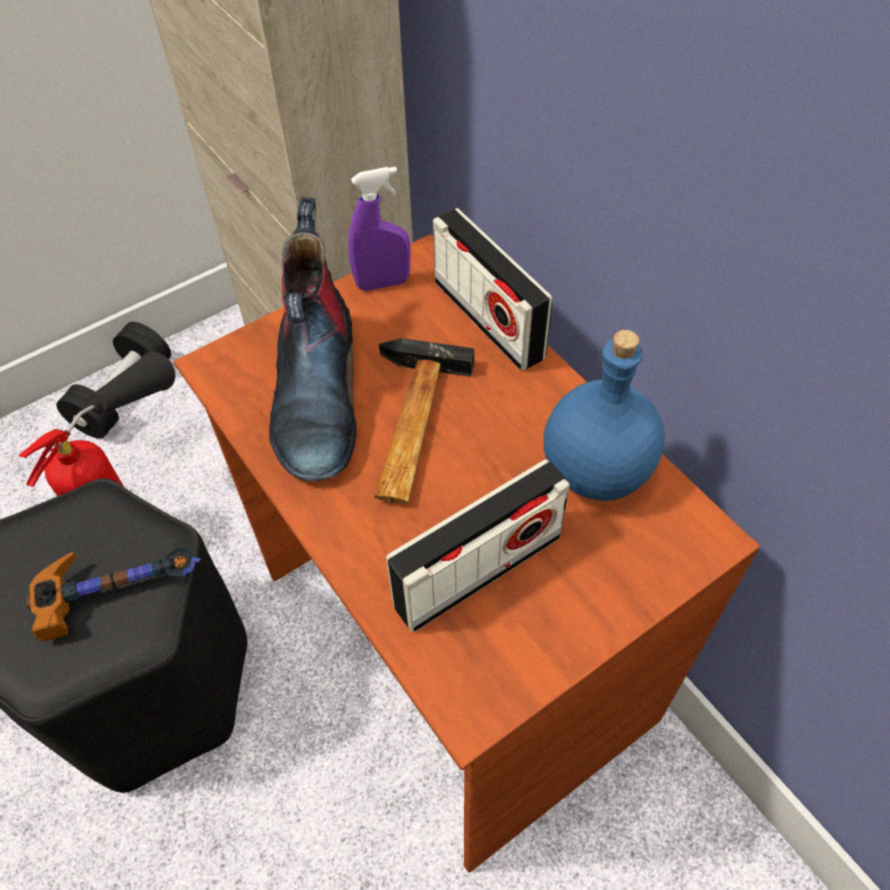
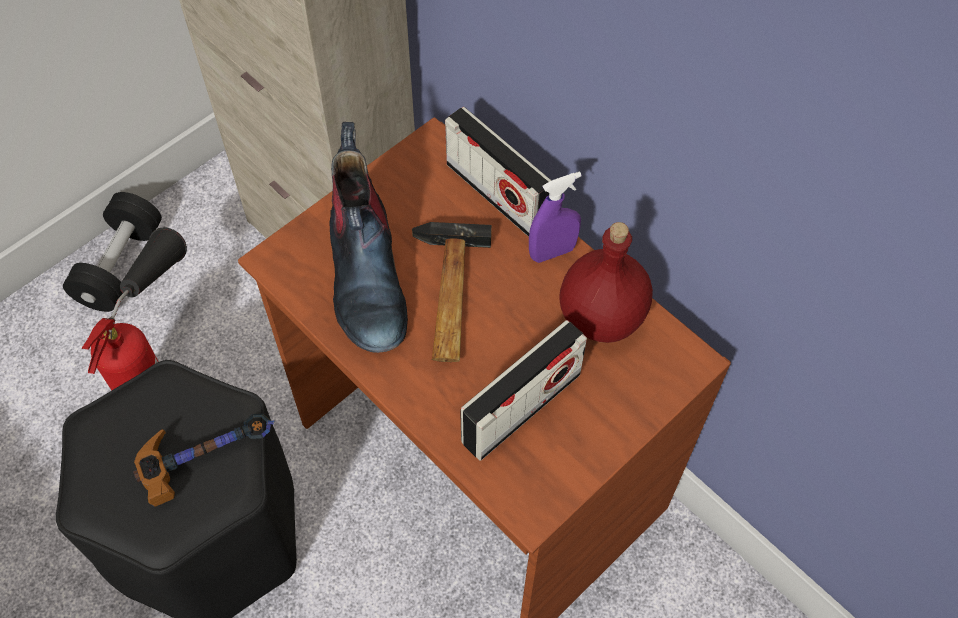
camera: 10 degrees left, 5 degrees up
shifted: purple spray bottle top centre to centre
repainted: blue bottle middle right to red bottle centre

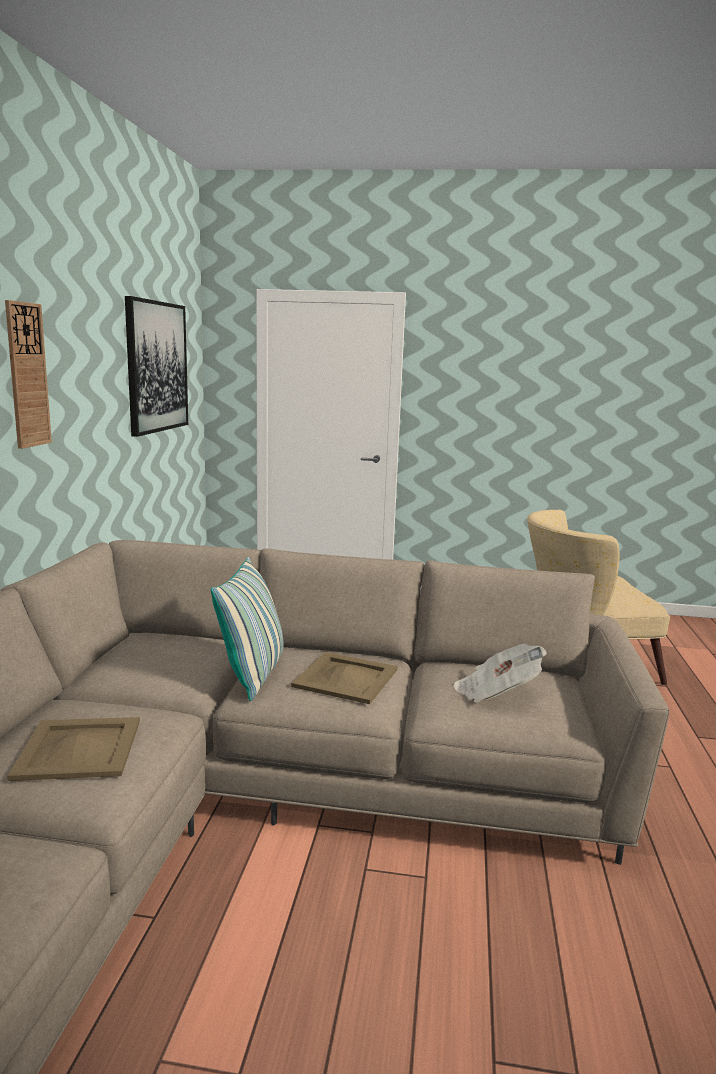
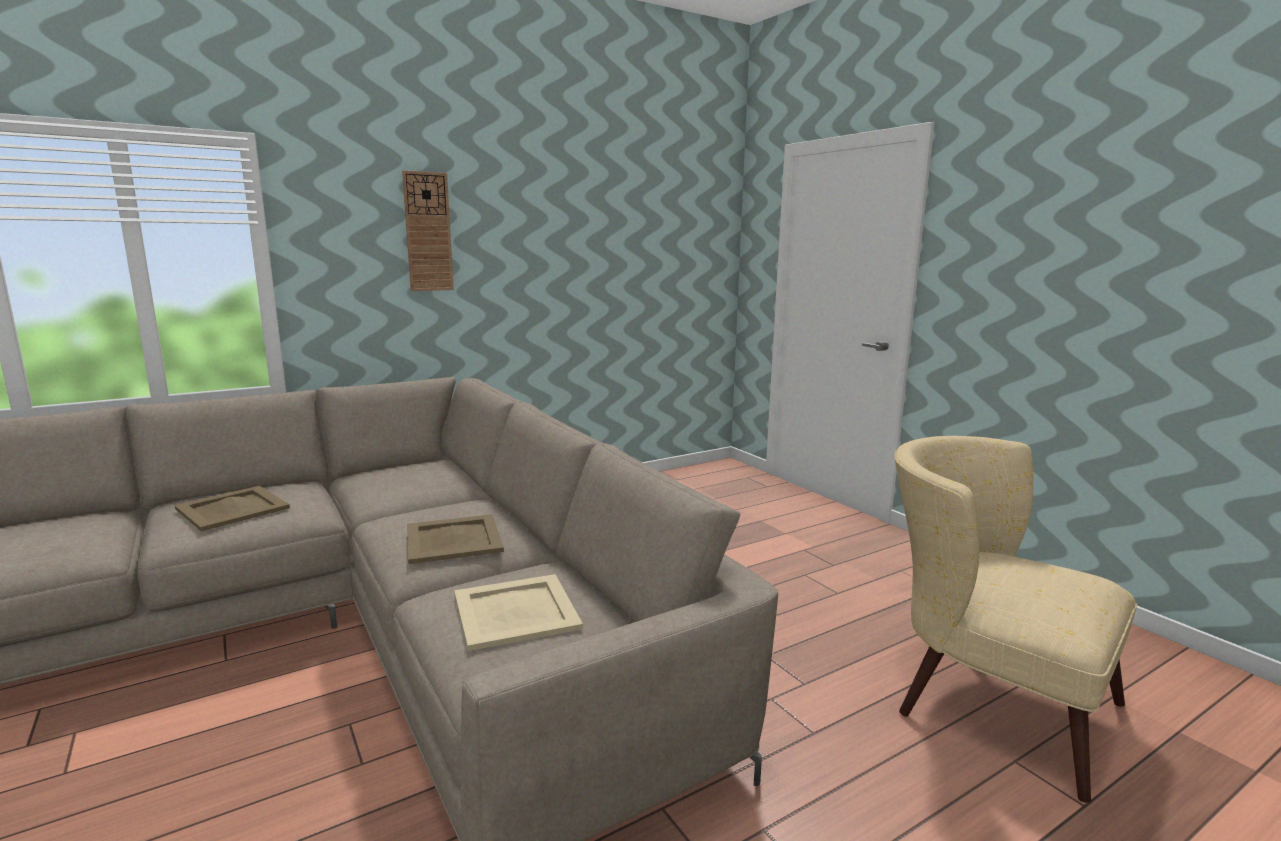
camera: 50 degrees right, 0 degrees up
gone: picture middle left; pillow centre
swapped: newspaper middle right to beige tray (no. 3 from left) bottom centre

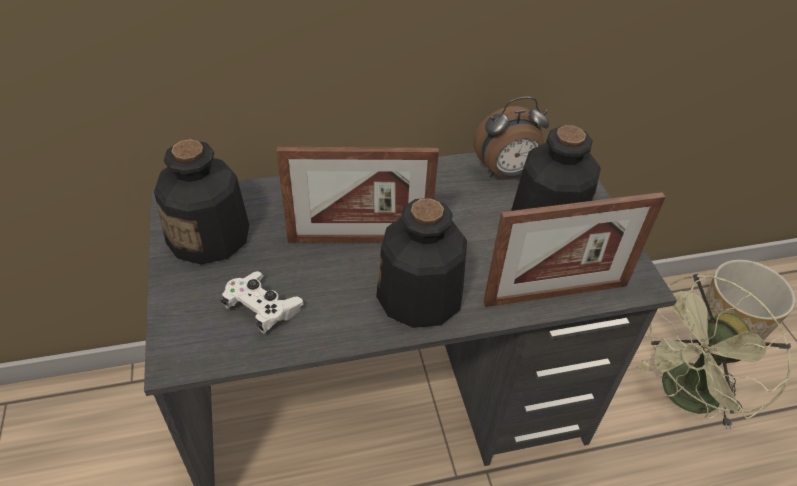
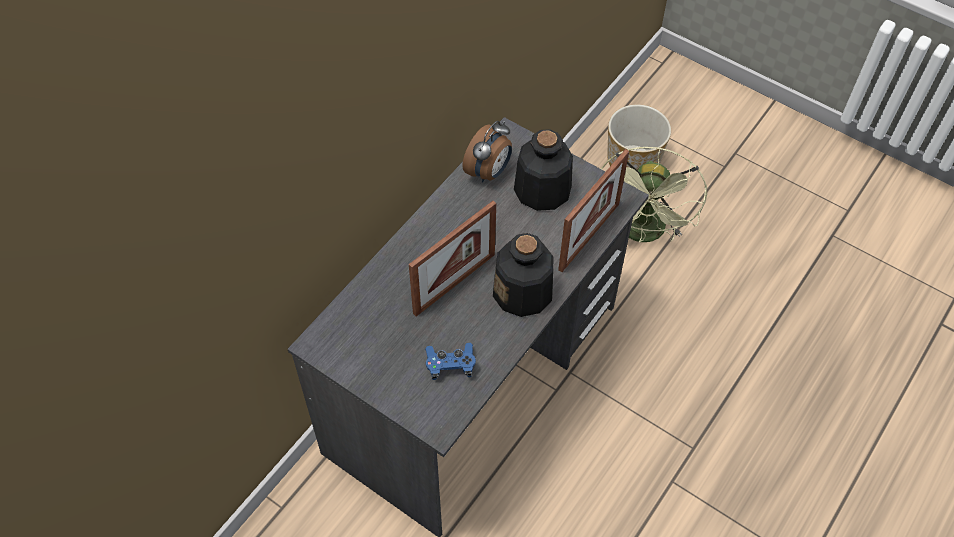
camera: 40 degrees left, 10 degrees up
gone: bottle (no. 1 from left) middle left
repainted: white game controller middle left to blue game controller bottom centre

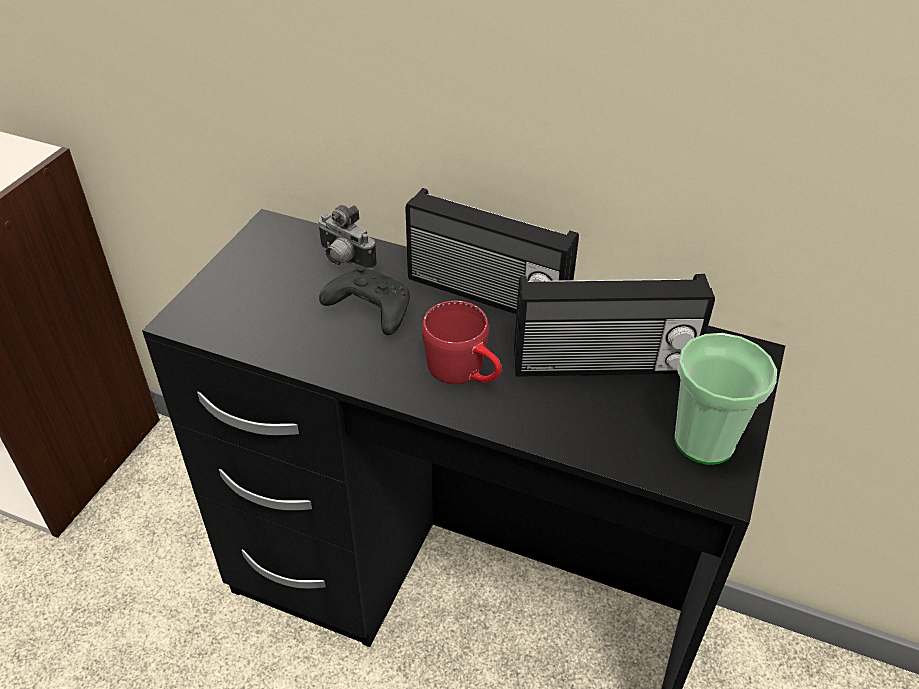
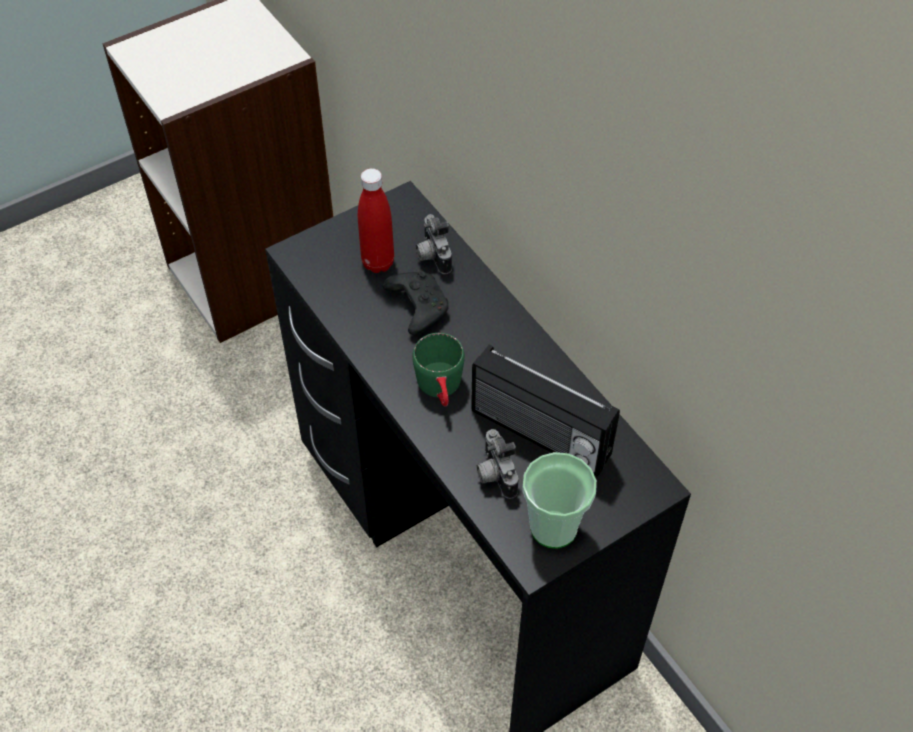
camera: 35 degrees right, 10 degrees up
gone: radio (no. 1 from left) centre
new: red bottle top centre; photo camera (no. 2 from left) centre
repainted: red mug centre to green mug centre

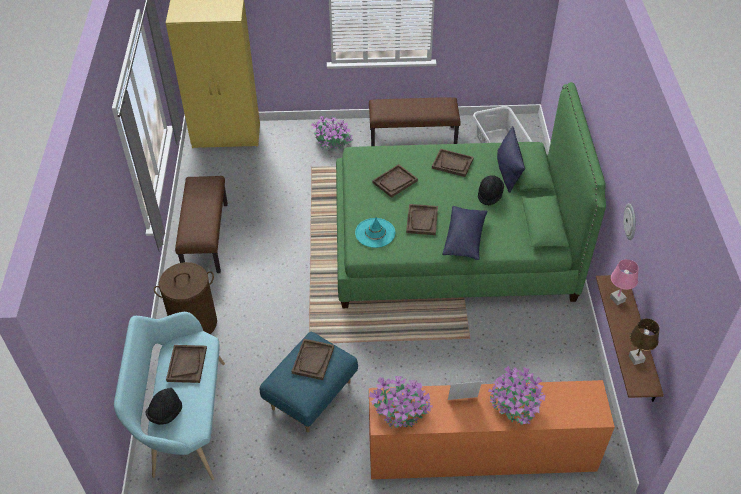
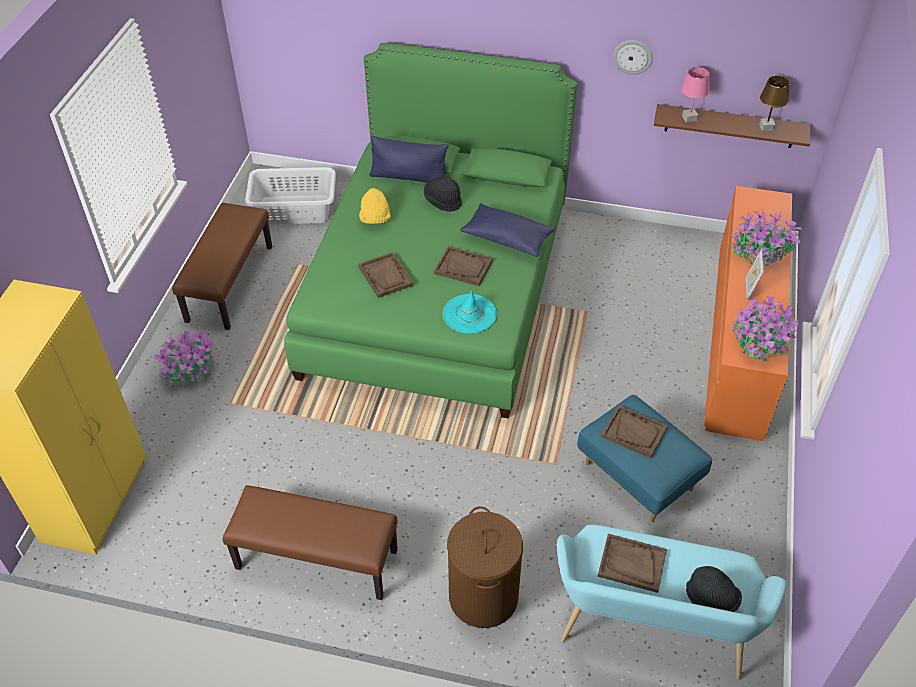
camera: 75 degrees left, 0 degrees up
swapped: brown tray (no. 5 from left) top centre to yellow hat top centre

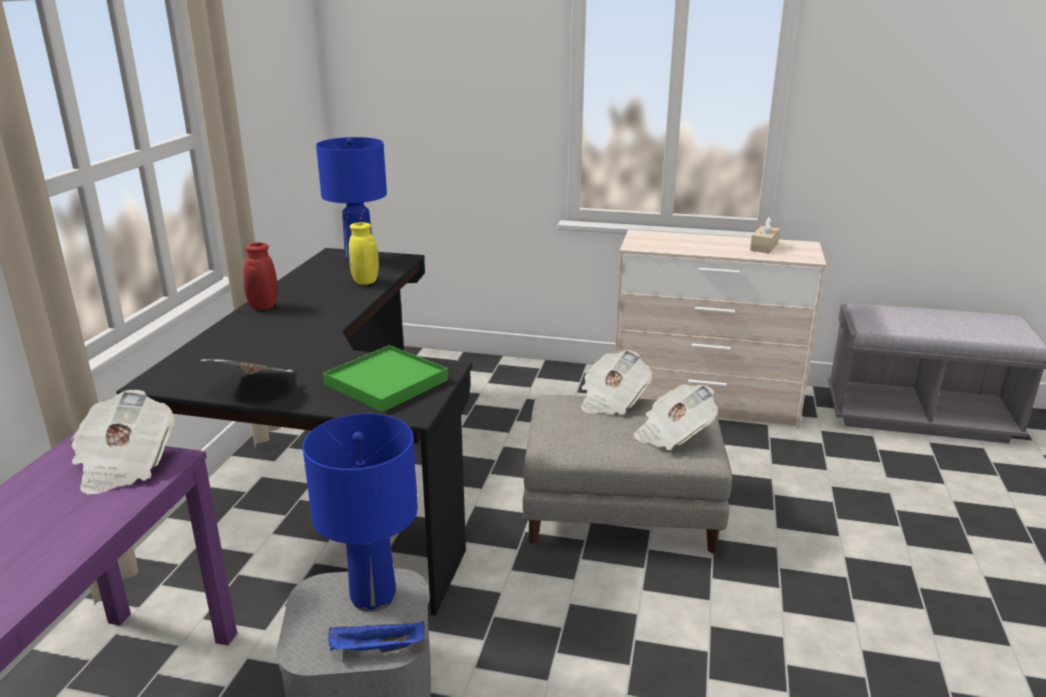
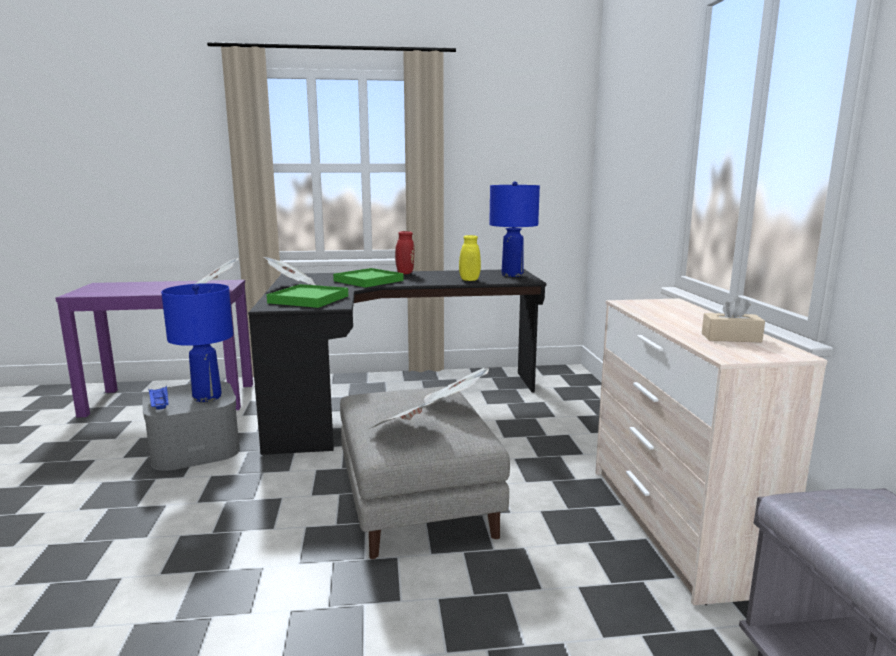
camera: 70 degrees right, 10 degrees down
new: green tray (no. 2 from left) centre

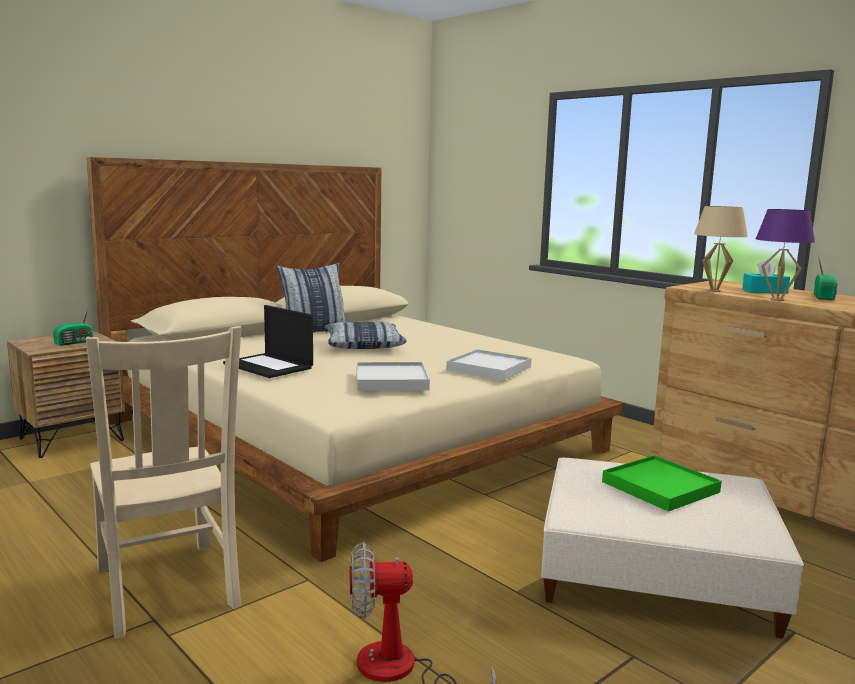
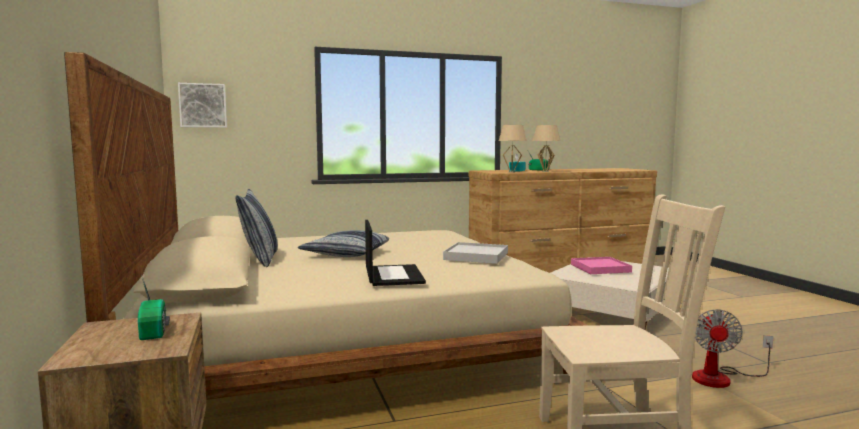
camera: 65 degrees left, 5 degrees down
gone: white tray (no. 2 from left) centre
new: picture top left
repainted: purple table lamp middle right to beige table lamp (no. 2 from left) centre; green tray bottom right to pink tray middle right
rotated: laptop middle left = centre 75 degrees counterclockwise

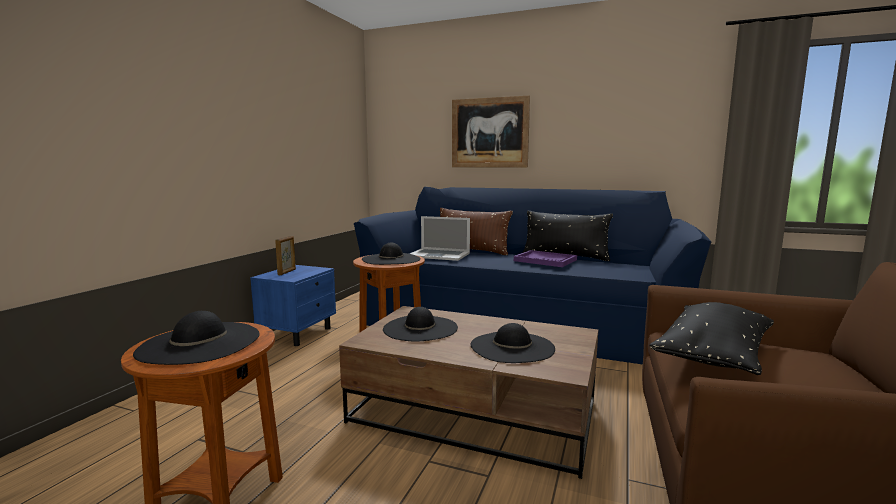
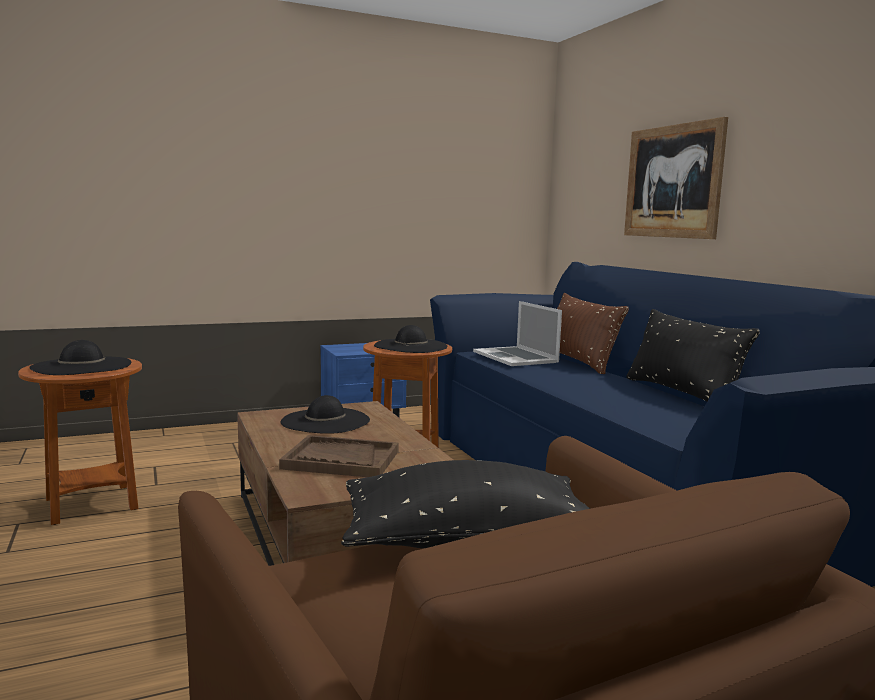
camera: 45 degrees right, 0 degrees up
gone: picture frame middle left; purple tray centre
swapped: black hat (no. 4 from left) bottom centre to brown tray centre

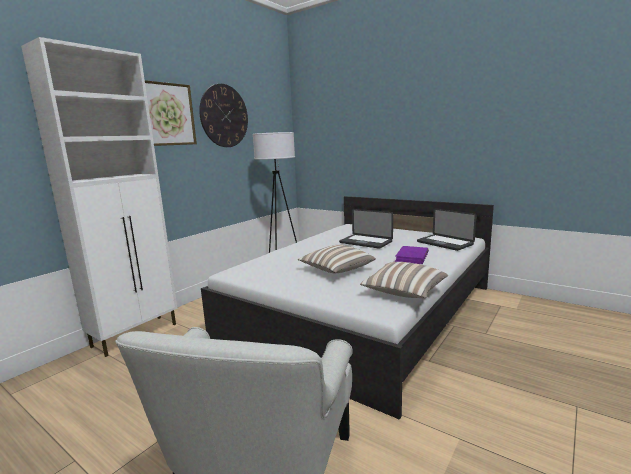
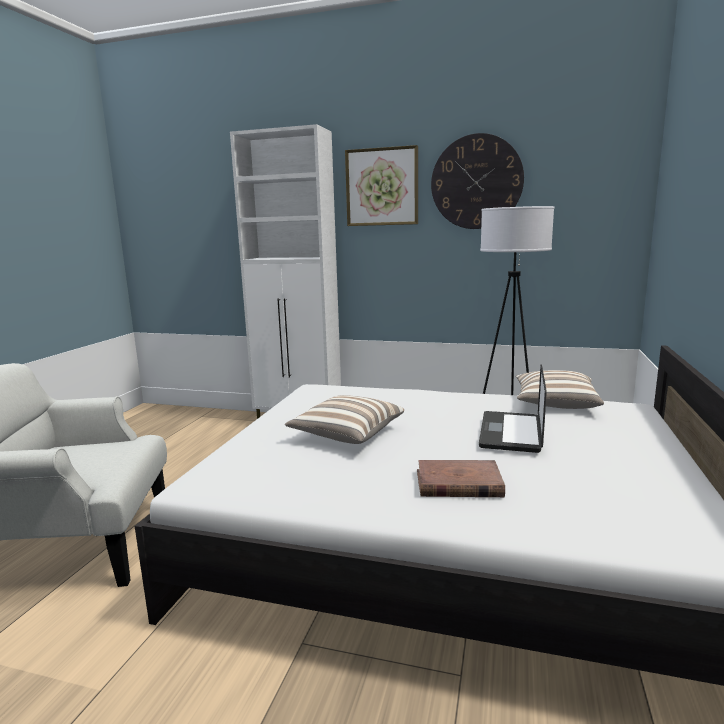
camera: 70 degrees right, 0 degrees up
gone: laptop (no. 2 from left) middle right
shifted: pillow (no. 2 from left) centre to middle right
repainted: purple book centre to brown book centre

